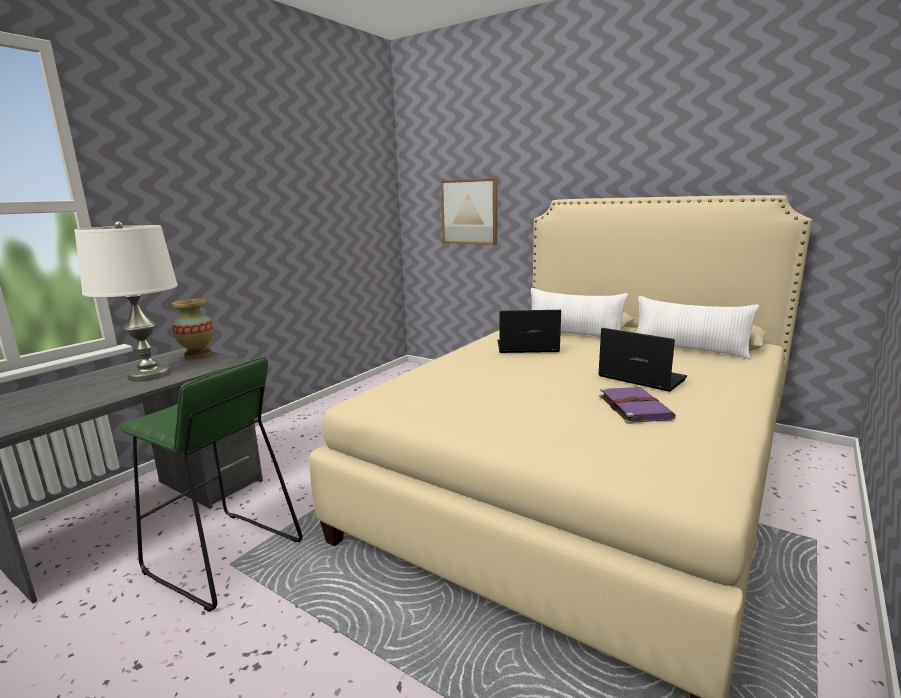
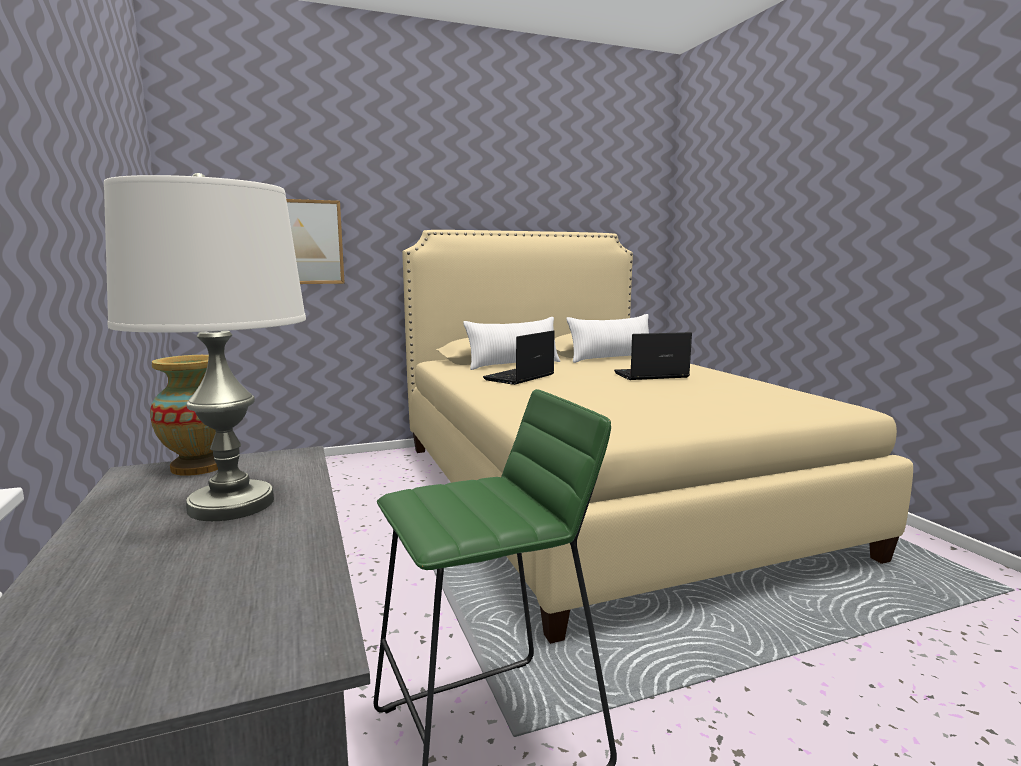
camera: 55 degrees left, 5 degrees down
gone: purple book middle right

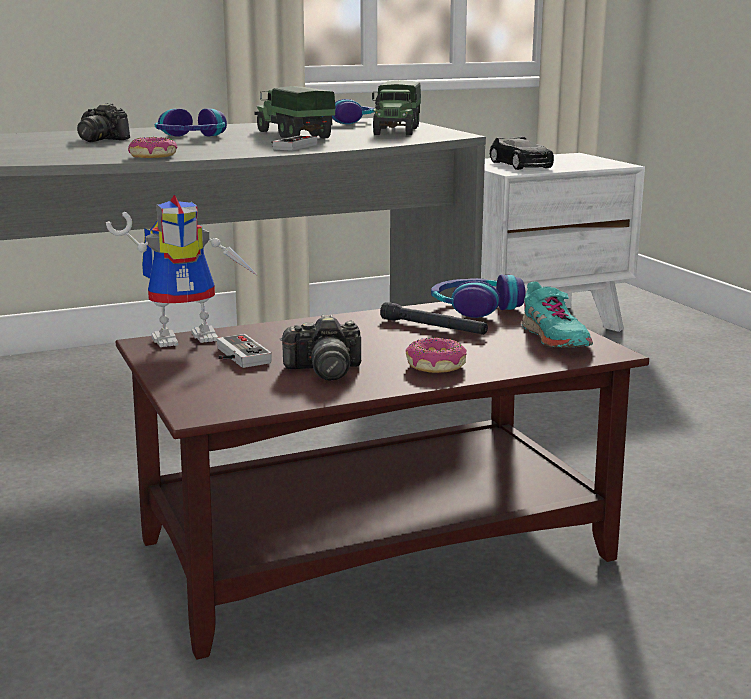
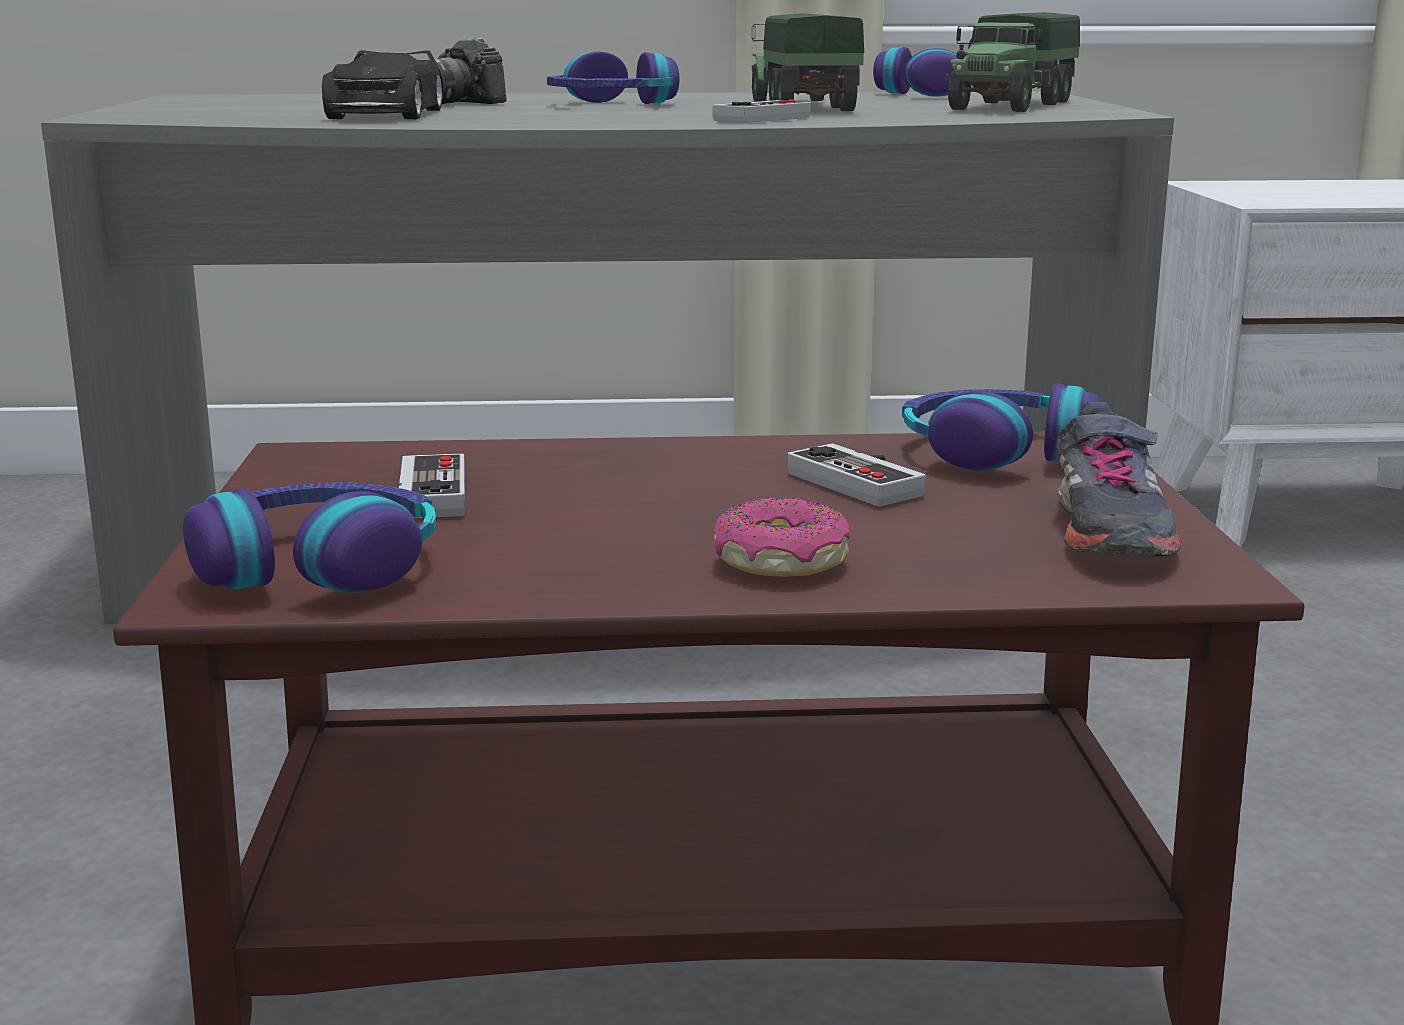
camera: 20 degrees right, 0 degrees up
gone: donut (no. 1 from left) top left; toy robot middle left; photo camera (no. 2 from left) centre
new: headphones (no. 1 from left) middle left
shifted: black toy car top right to top left
swapped: black flashlight centre to game controller (no. 3 from left) centre
repainted: turquoise shoe middle right to grey shoe middle right

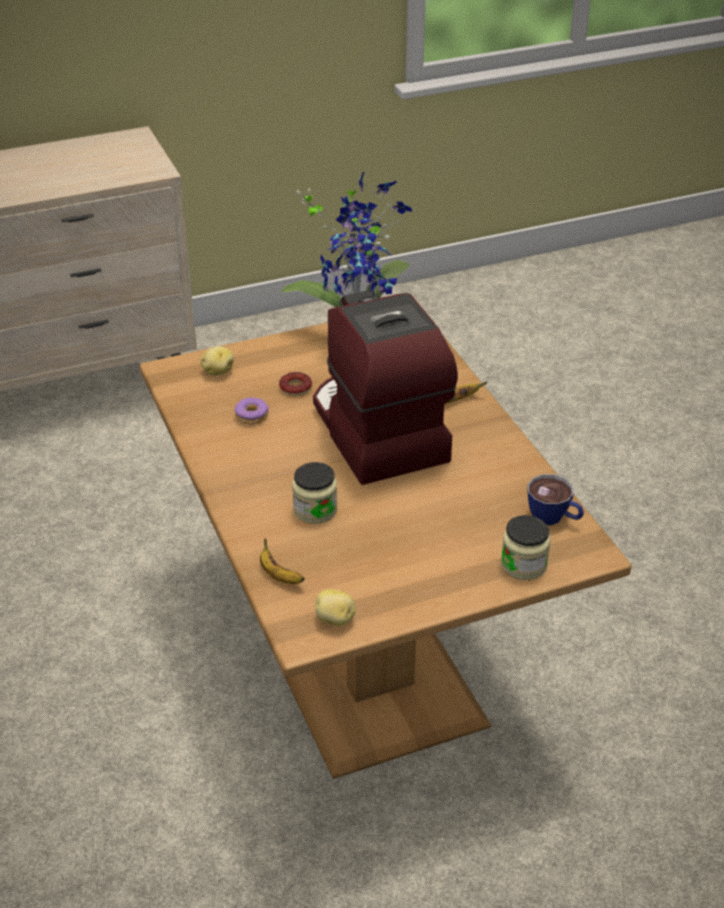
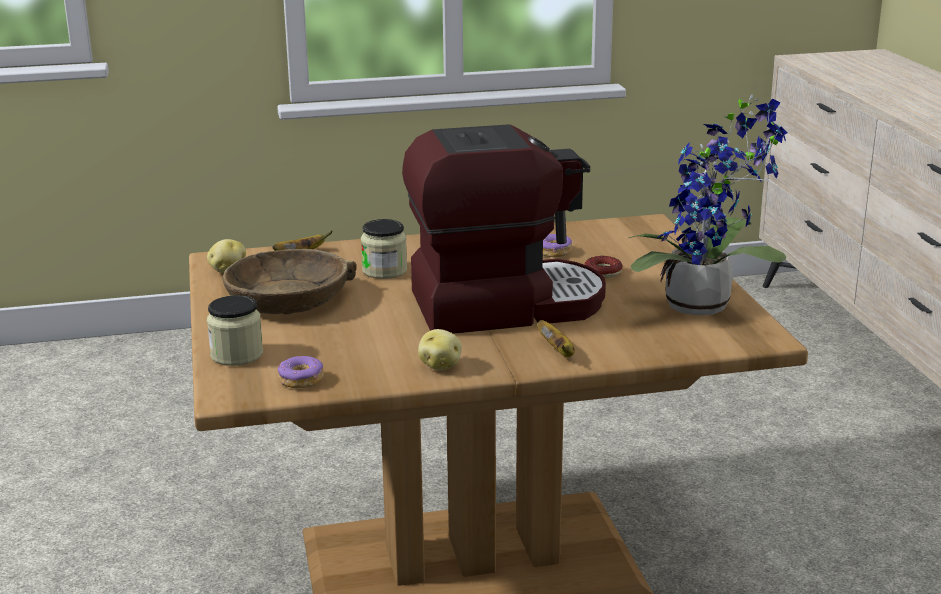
camera: 100 degrees right, 15 degrees down
new: brown bowl middle left
shifted: potato (no. 1 from left in the first image) middle left to potato (no. 2 from left) centre
swapped: cup middle right to donut (no. 1 from left) middle left

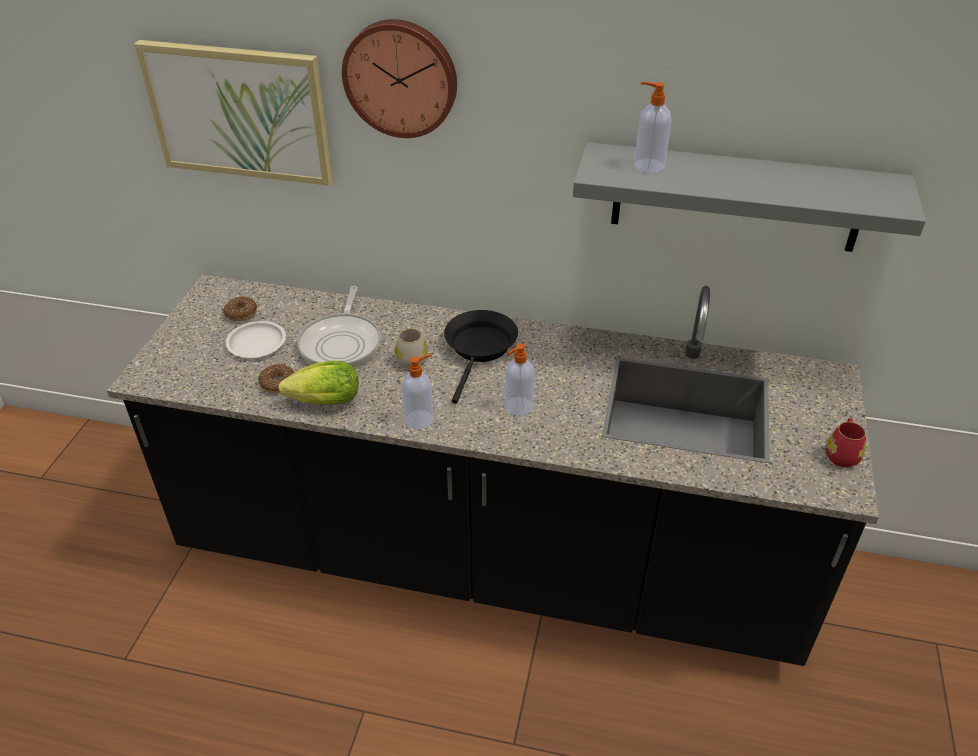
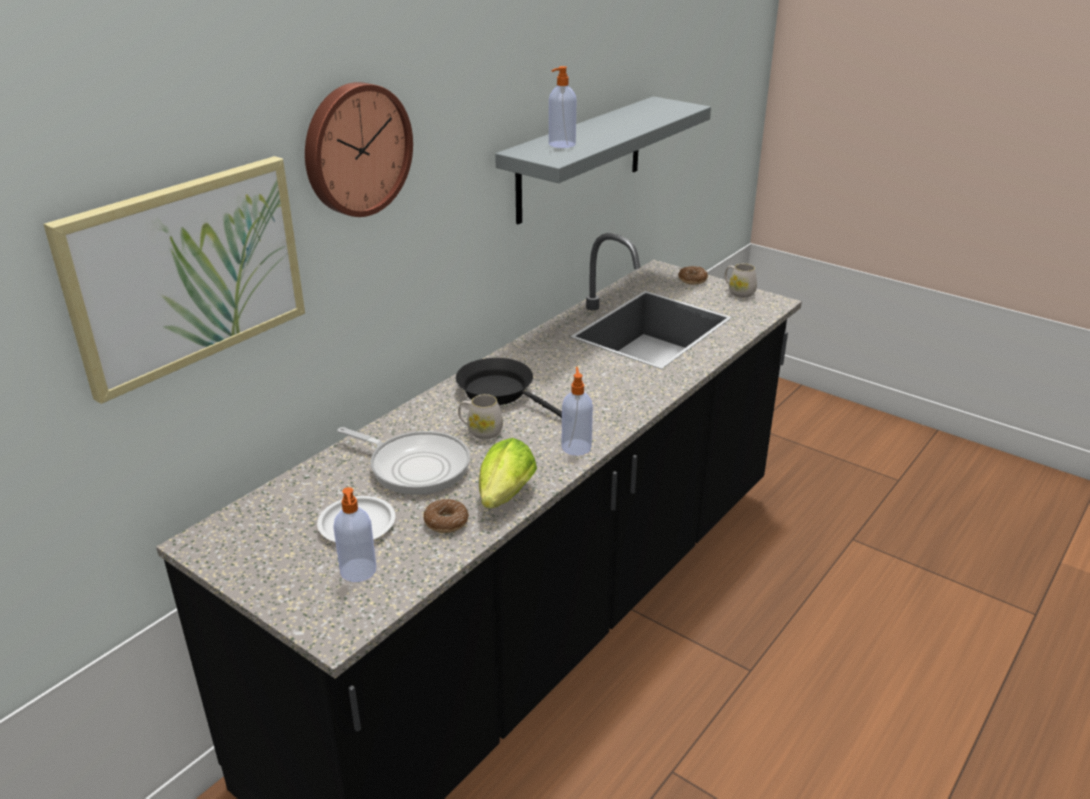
camera: 65 degrees left, 10 degrees down
shifted: donut (no. 1 from left in the first image) middle left to donut (no. 2 from left) centre; soap dispenser (no. 2 from left in the first image) centre to soap dispenser (no. 1 from left) bottom left
repainted: red mug middle right to white mug (no. 2 from left) middle right

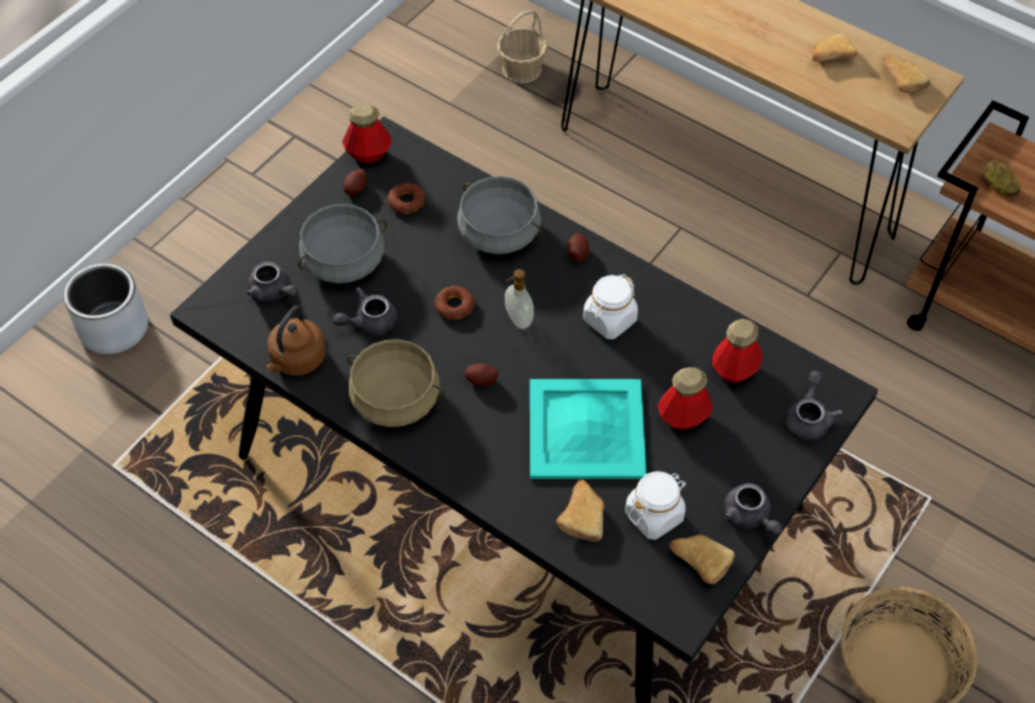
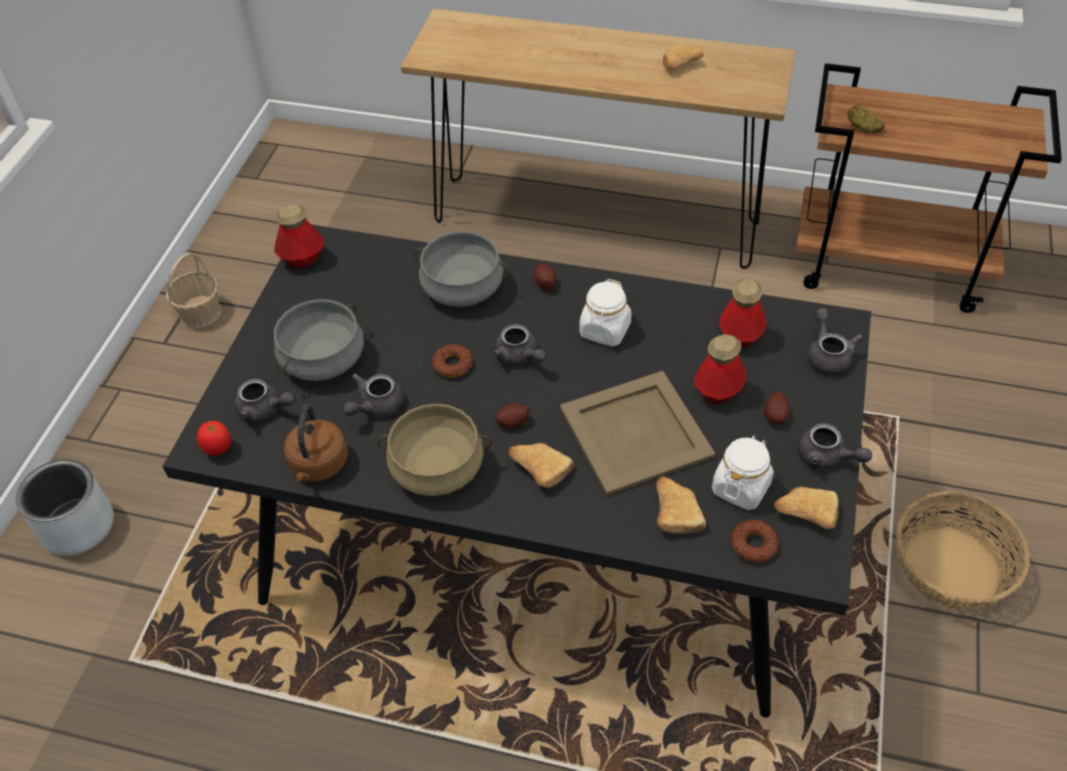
camera: 20 degrees left, 5 degrees down
new: tomato middle left
shifted: basket (no. 1 from left) top centre to middle left; bread (no. 4 from left in the first image) top right to bread (no. 1 from left) centre; potato (no. 1 from left in the first image) top centre to potato (no. 3 from left) middle right; donut (no. 1 from left in the first image) top centre to donut (no. 2 from left) bottom right
swapped: soap dispenser centre to grey teapot (no. 3 from left) centre
repainted: turquoise tray centre to beige tray centre

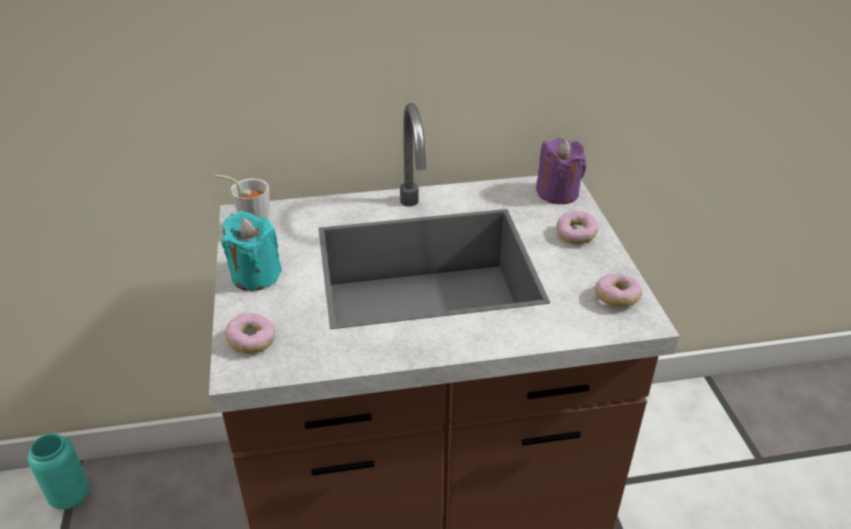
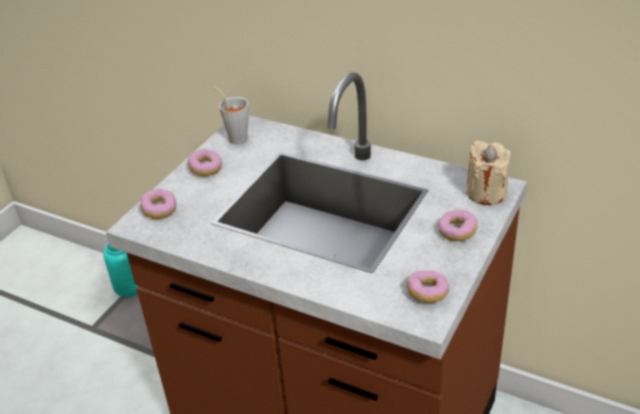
camera: 40 degrees right, 0 degrees up
swapped: turquoise candle middle left to donut (no. 2 from left) middle left
repainted: purple candle top centre to beige candle middle right

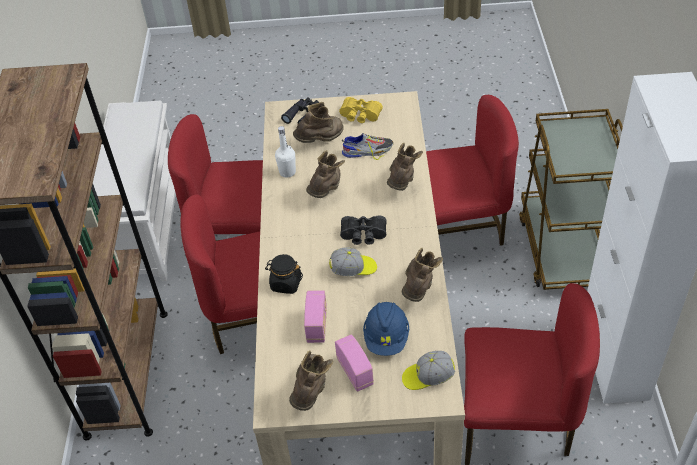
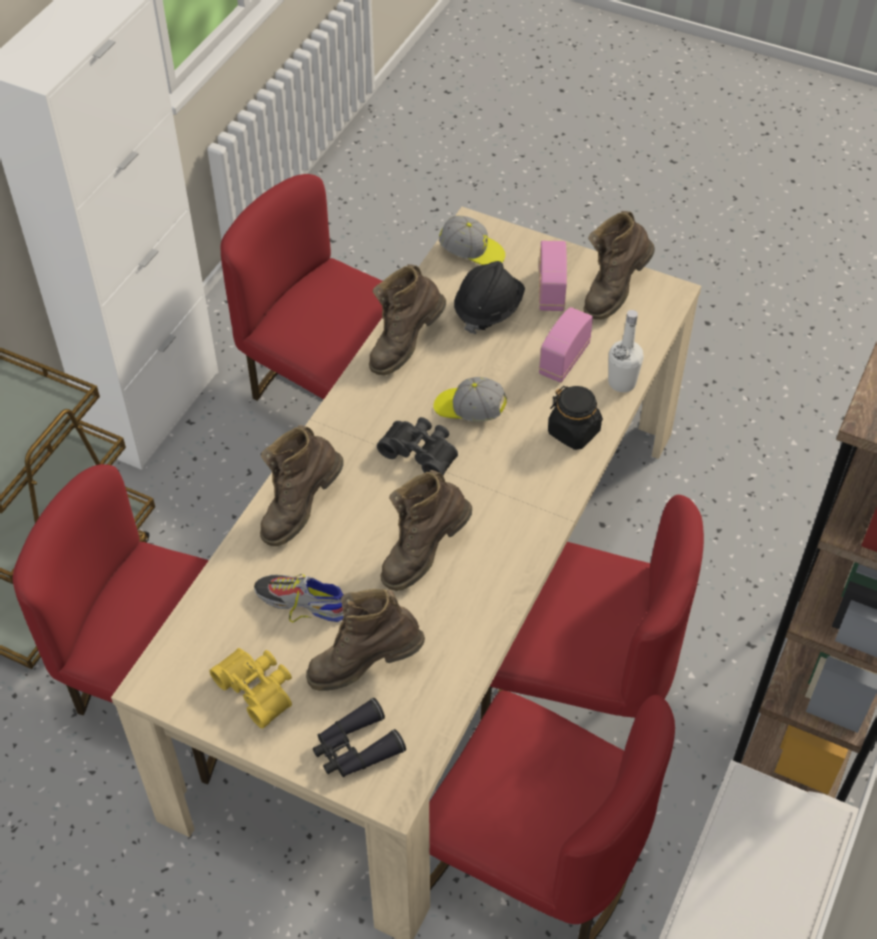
camera: 155 degrees left, 5 degrees up
shifted: white bottle top centre to middle right
repainted: blue hard hat bottom centre to black hard hat top centre

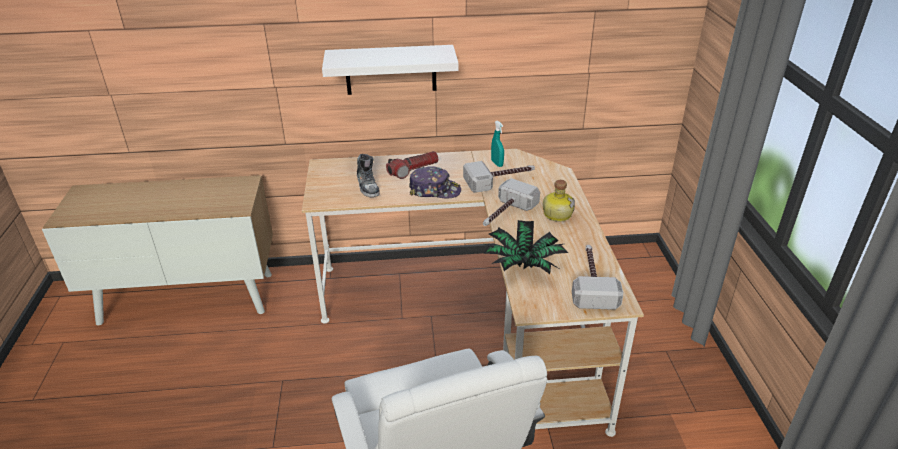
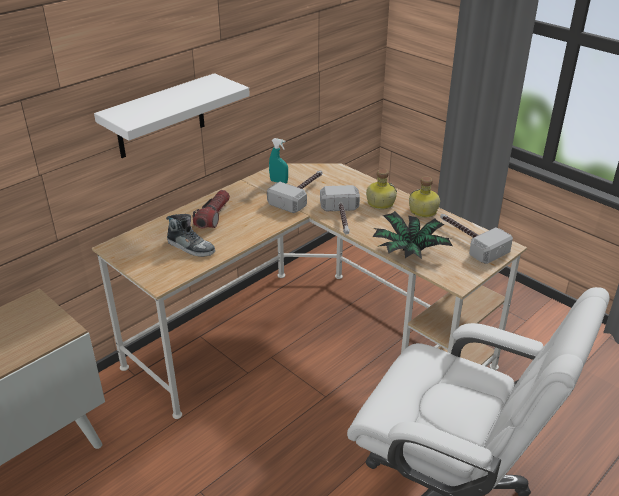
camera: 40 degrees left, 0 degrees up
gone: cap centre
new: bottle (no. 2 from left) middle right

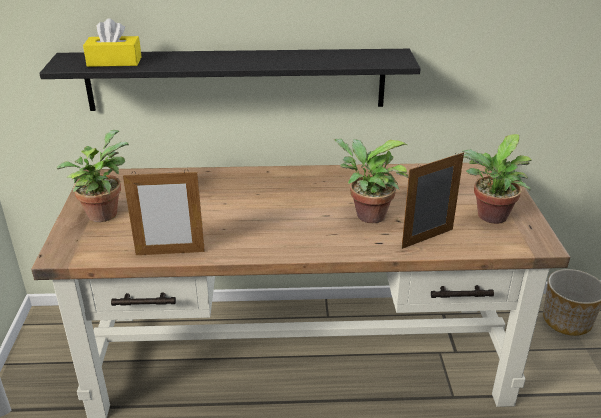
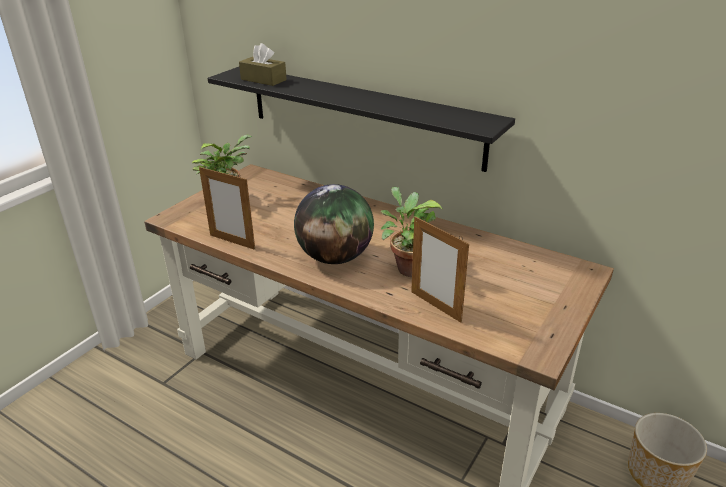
camera: 35 degrees right, 0 degrees up
gone: potted plant (no. 3 from left) middle right
new: globe centre
repainted: yellow tissue box top left to brown tissue box top centre
rotated: picture frame (no. 2 from left) middle right = centre 135 degrees counterclockwise

